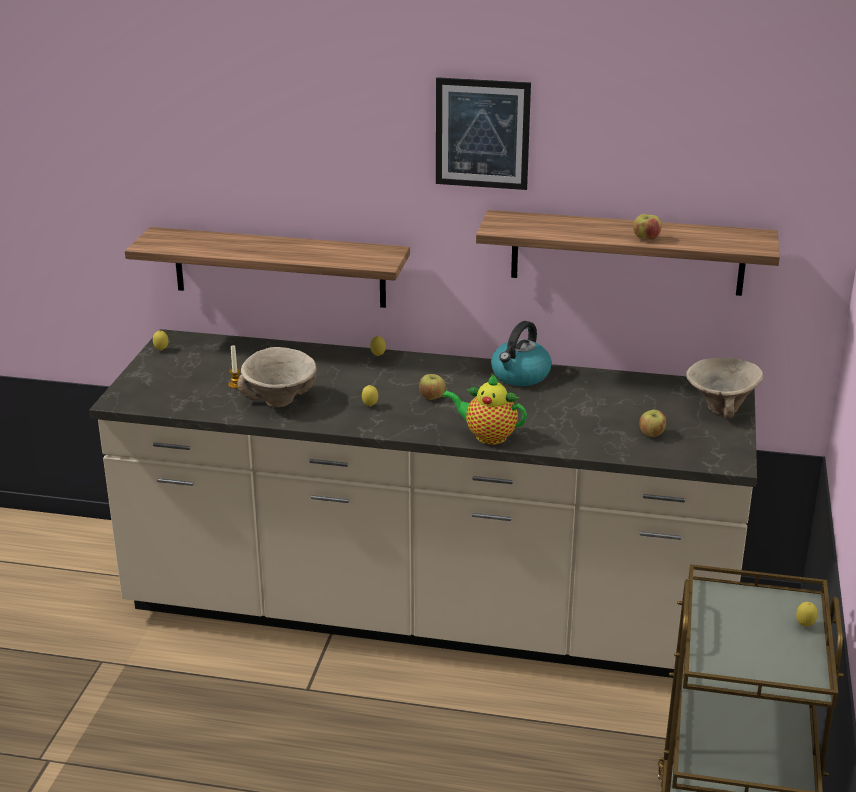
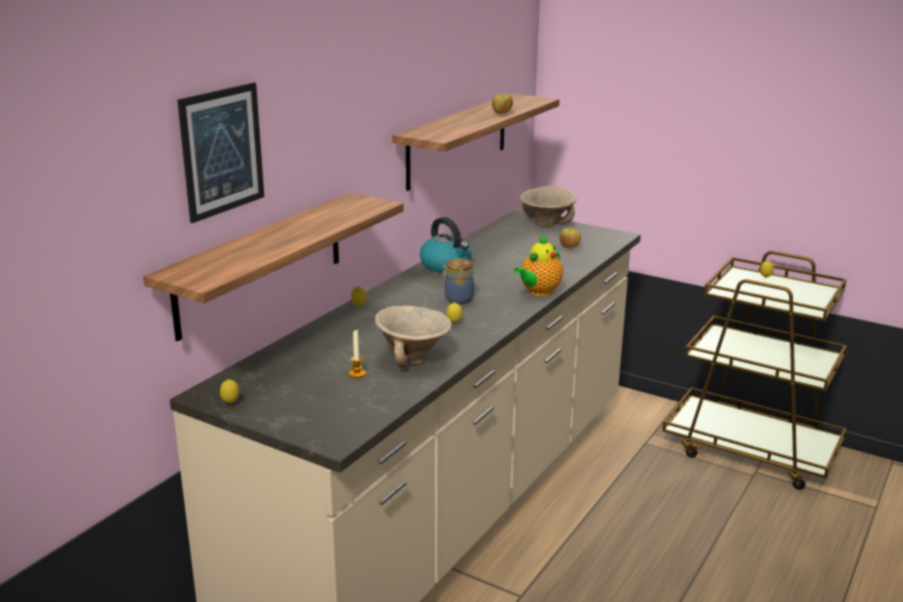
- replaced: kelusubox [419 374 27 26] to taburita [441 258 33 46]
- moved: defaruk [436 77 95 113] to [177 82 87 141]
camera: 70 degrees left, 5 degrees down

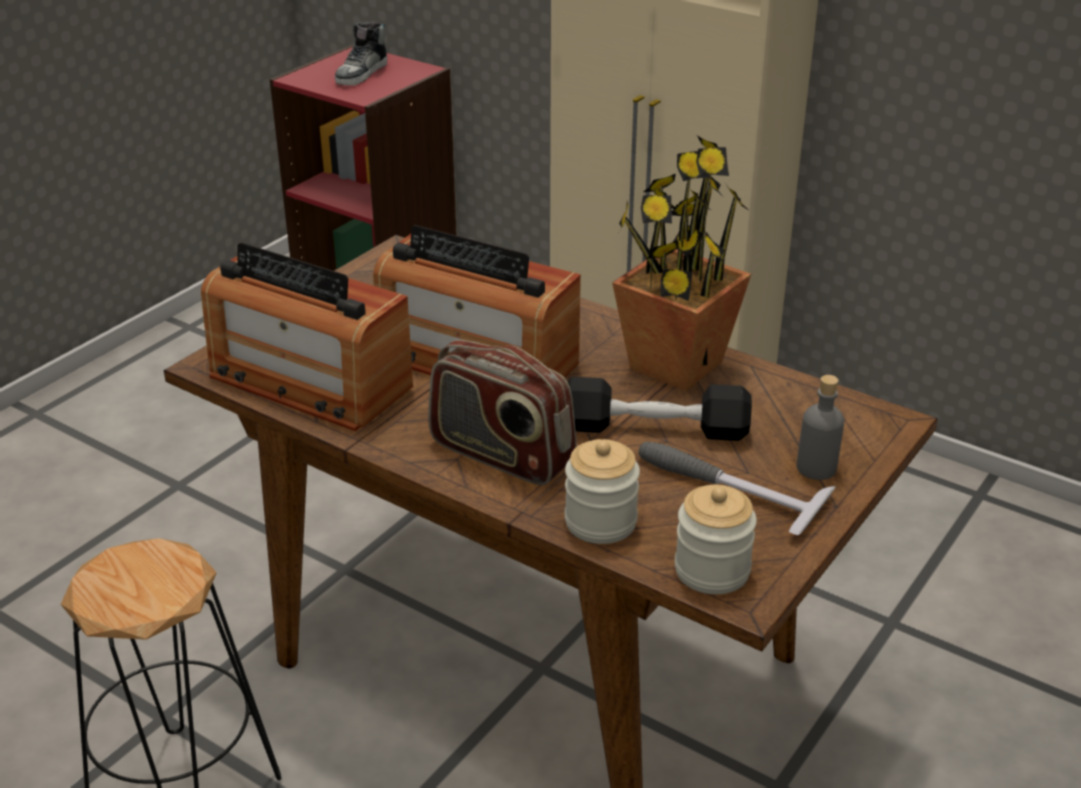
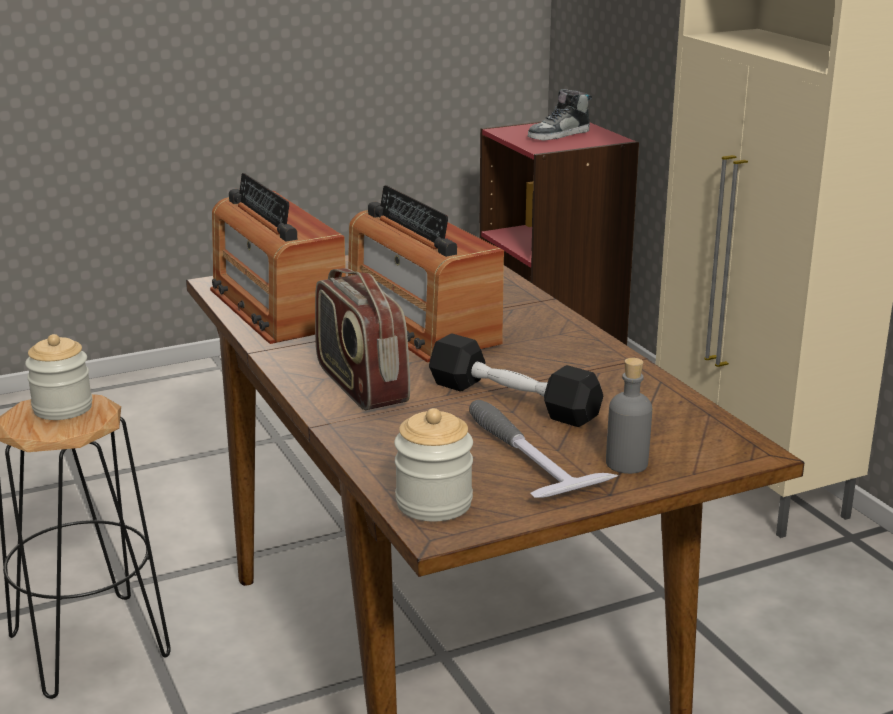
- moved: taburita [565 439 75 105] to [25 334 67 86]
- removed: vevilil [612 136 139 255]
camera: 30 degrees right, 10 degrees down

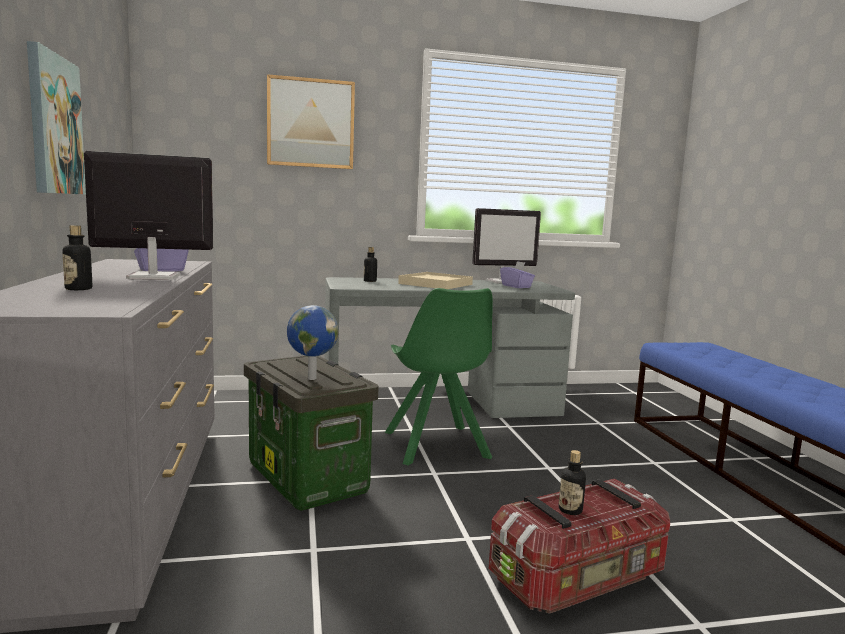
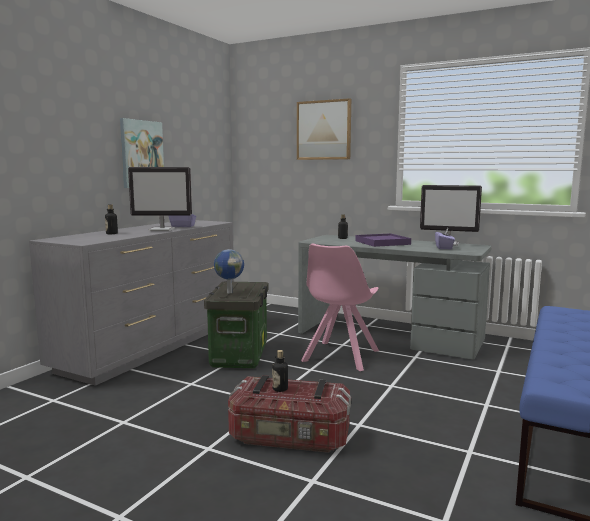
- turned: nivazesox [84 151 129 129] = [128 167 64 64] 150 degrees clockwise
- recoloured: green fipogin [385 288 108 178] to pink fipogin [301 244 78 127]
- recoloured: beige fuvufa [398 272 75 17] to purple fuvufa [355 233 56 14]
camera: 40 degrees right, 0 degrees up

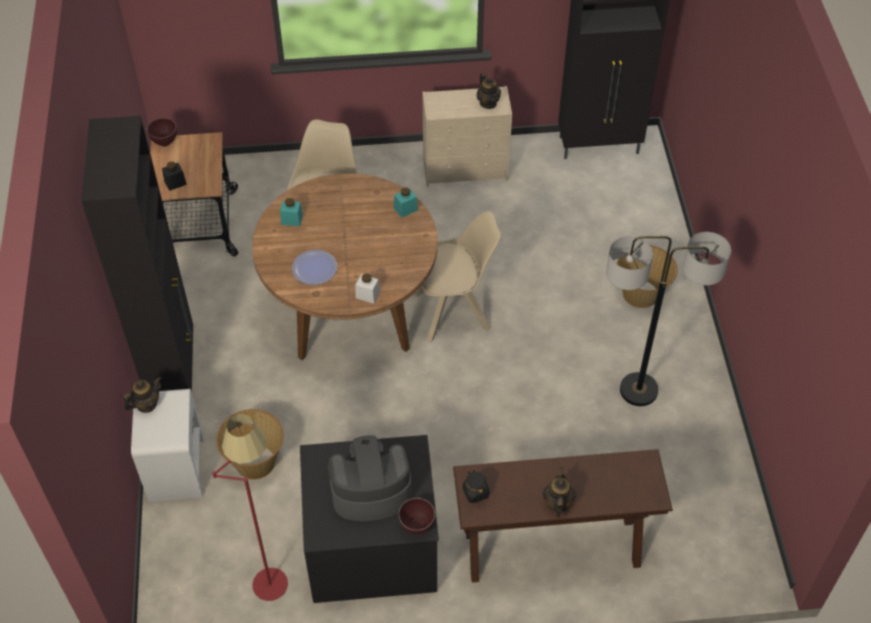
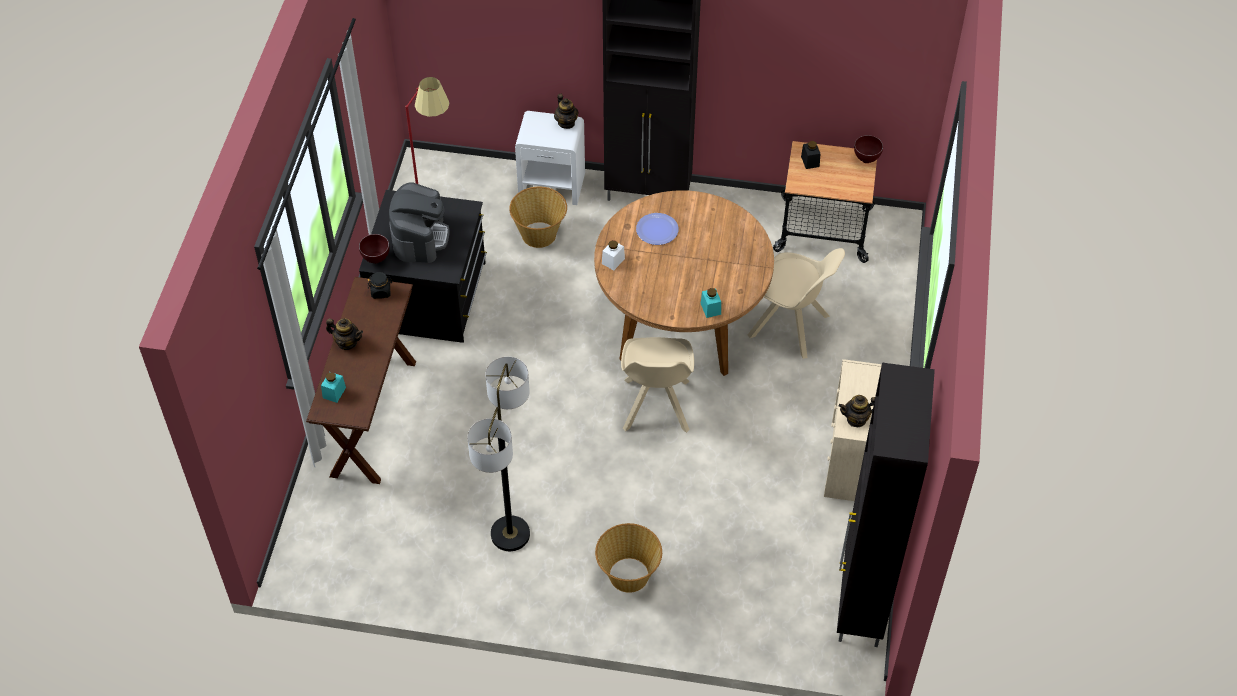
- moved: turquoise taburita [280 198 23 28] to [321 372 25 31]
camera: 105 degrees right, 0 degrees up

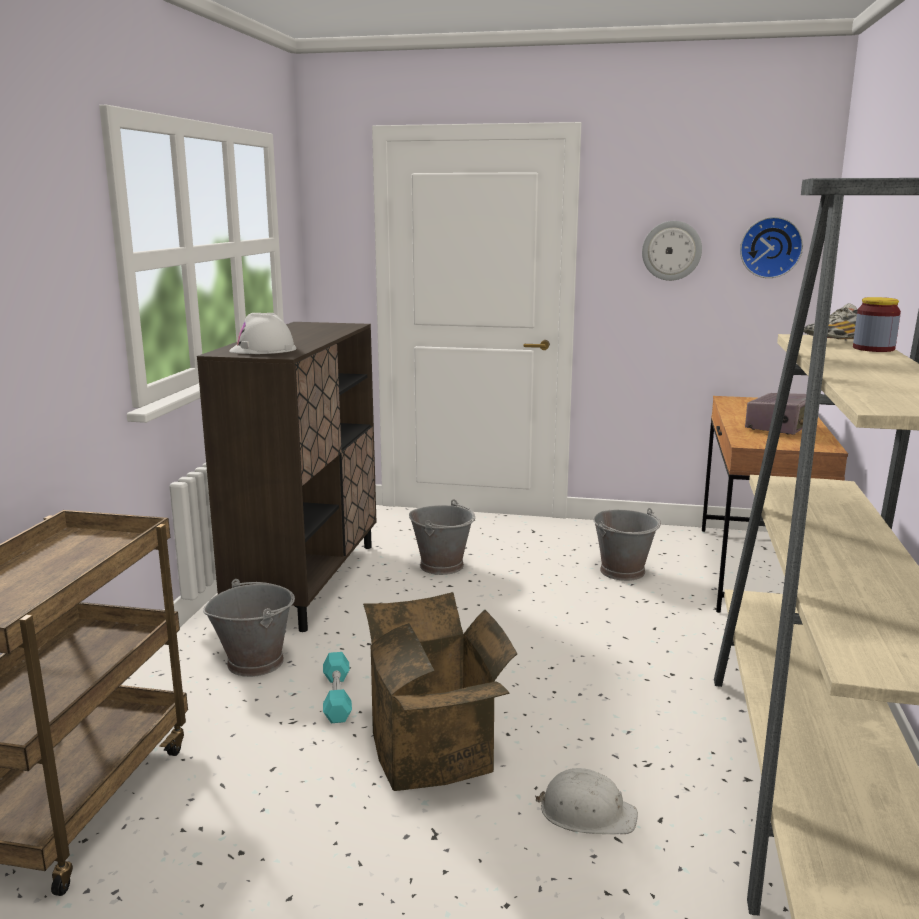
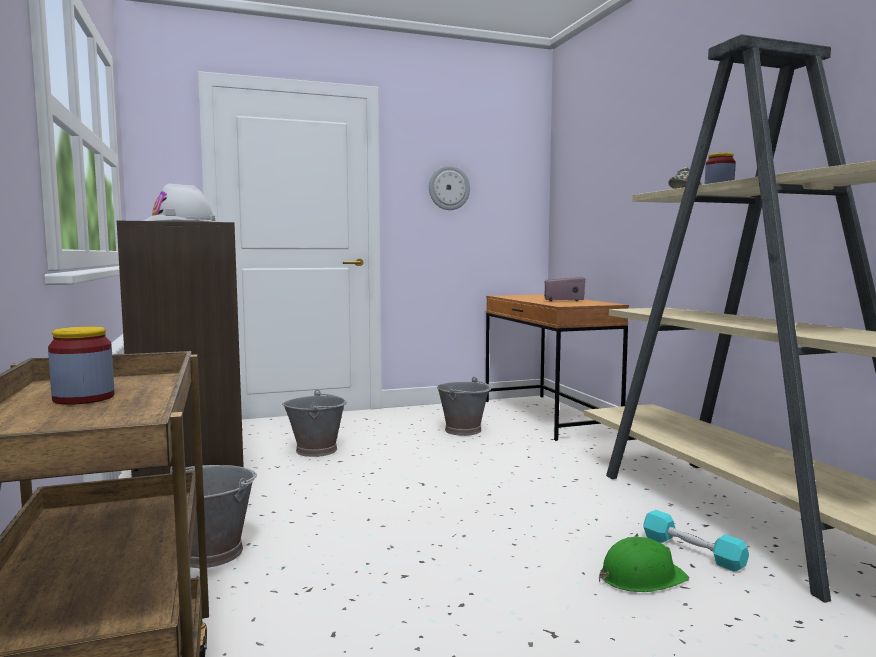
- moved: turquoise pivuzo [323 652 29 71] to [643 510 106 62]
- removed: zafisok [363 592 154 199]
- recoloured: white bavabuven [535 768 103 66] to green bavabuven [599 537 90 55]
- removed: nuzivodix [740 217 63 61]
- added: taburita [48 326 66 79]
camera: 30 degrees left, 10 degrees down

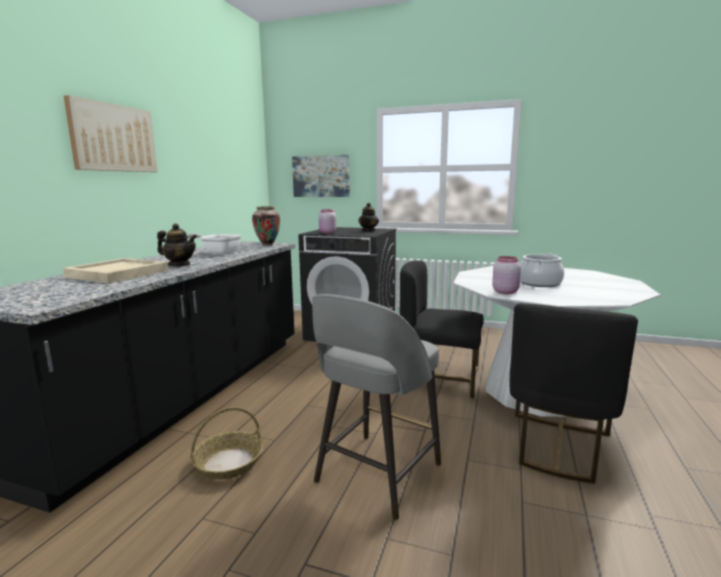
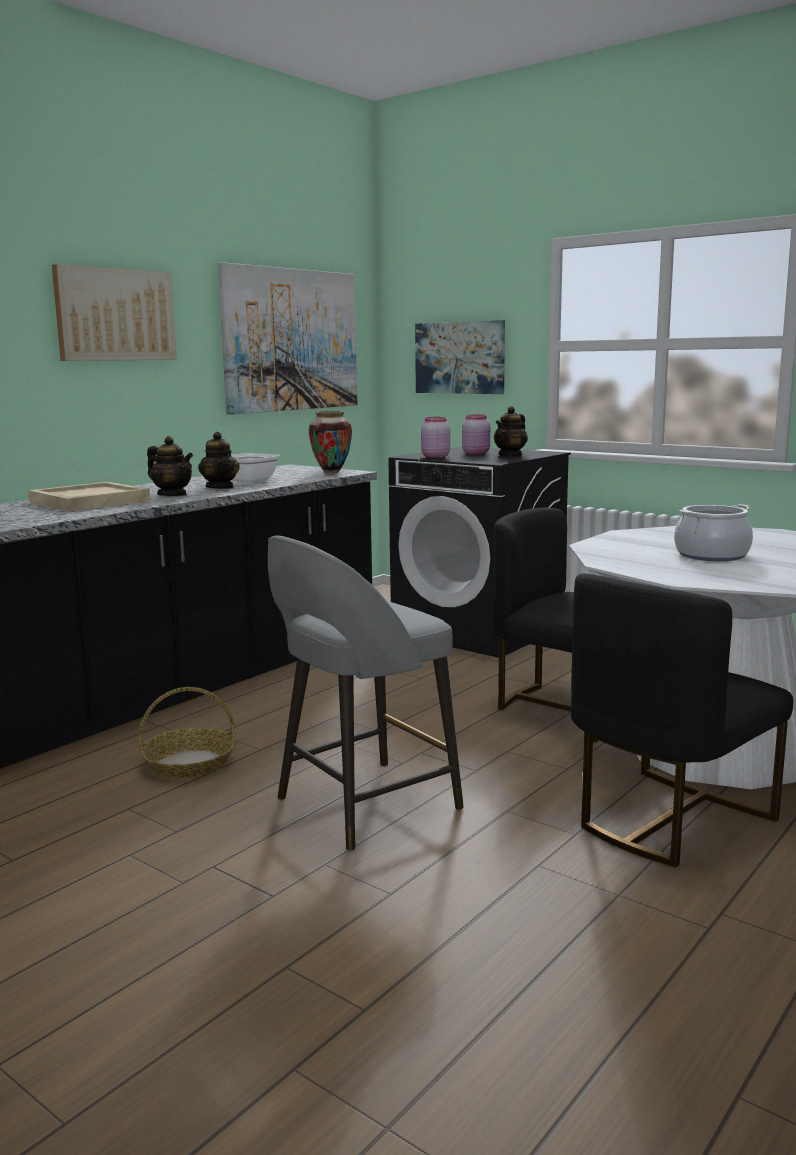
- moved: pink taburita [492 256 29 38] to [462 415 28 40]
- added: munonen [198 432 42 57]
- added: defaruk [218 262 140 153]
camera: 20 degrees right, 0 degrees up

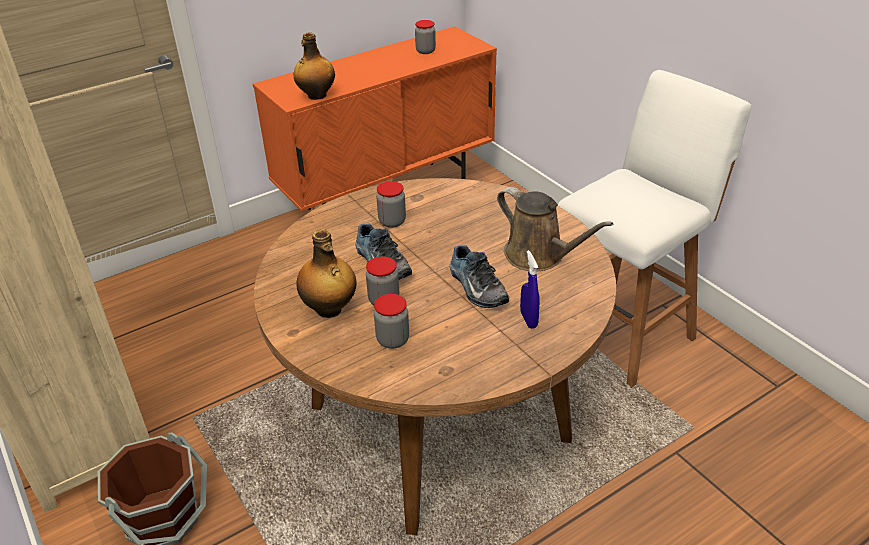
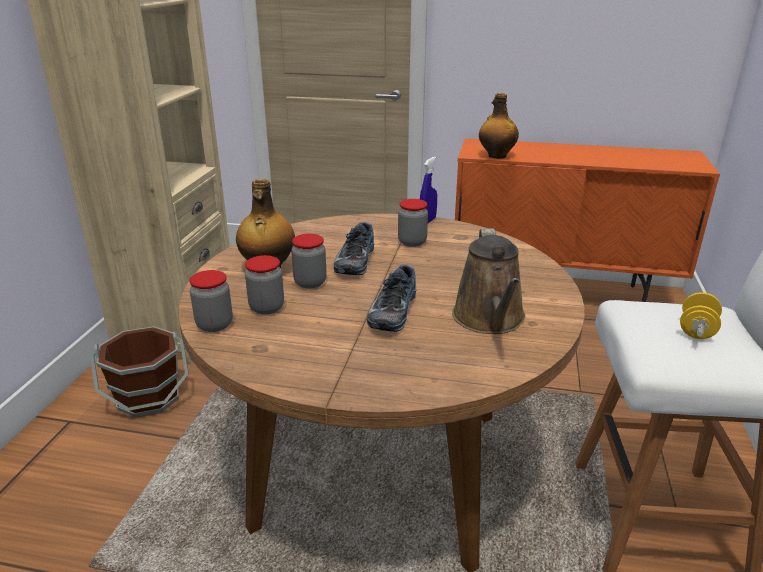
- moved: taburita [415 20 21 34] to [189 270 44 62]
- moved: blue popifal [520 250 20 79] to [420 157 17 66]
- added: yellow pivuzo [680 292 42 47]
camera: 45 degrees right, 10 degrees down

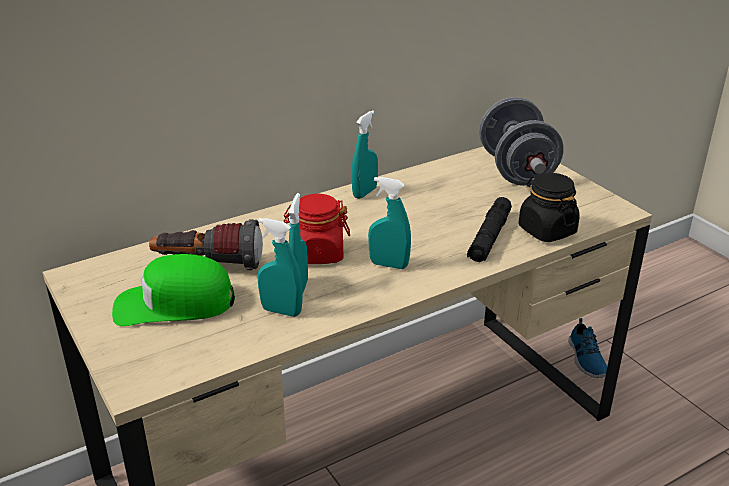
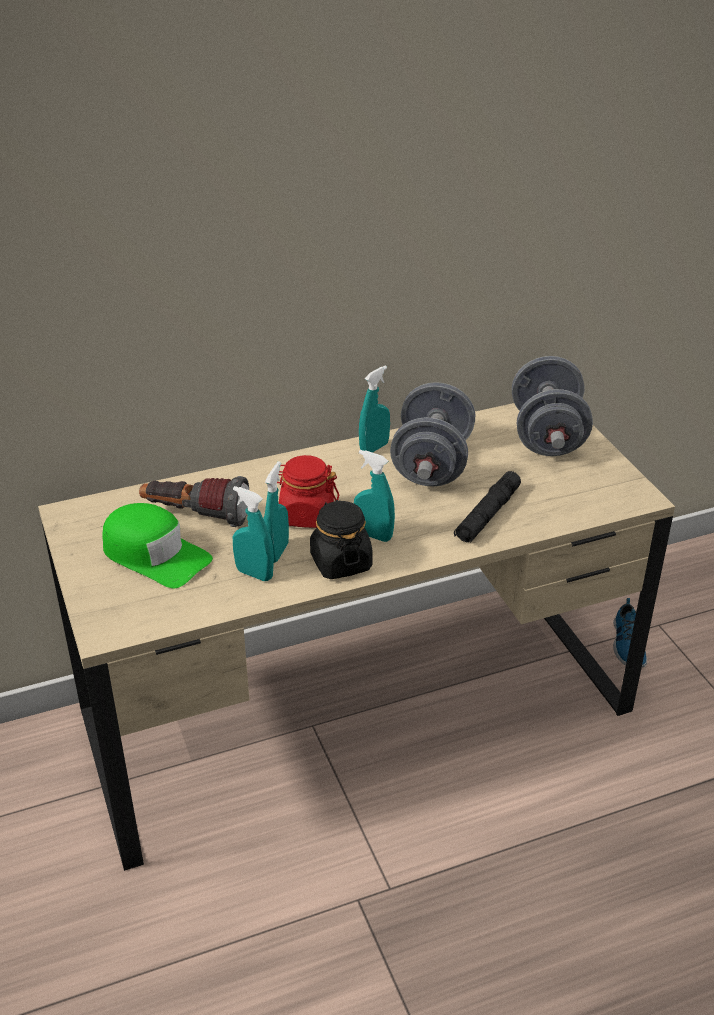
- turned: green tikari [112 254 123 72] = [102 503 111 86] 150 degrees counterclockwise
- moved: black taburita [518 173 62 69] to [310 500 63 79]
- added: grey pivuzo [390 382 85 104]
camera: 10 degrees right, 5 degrees up

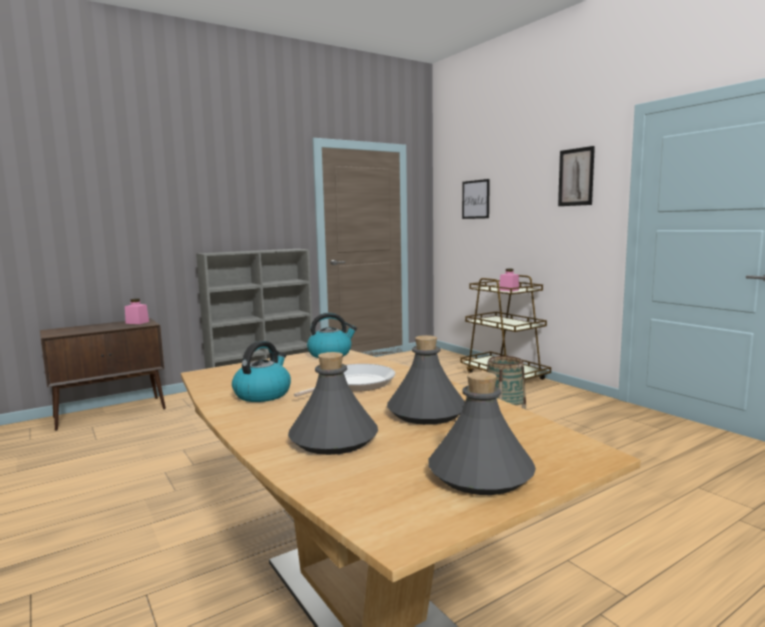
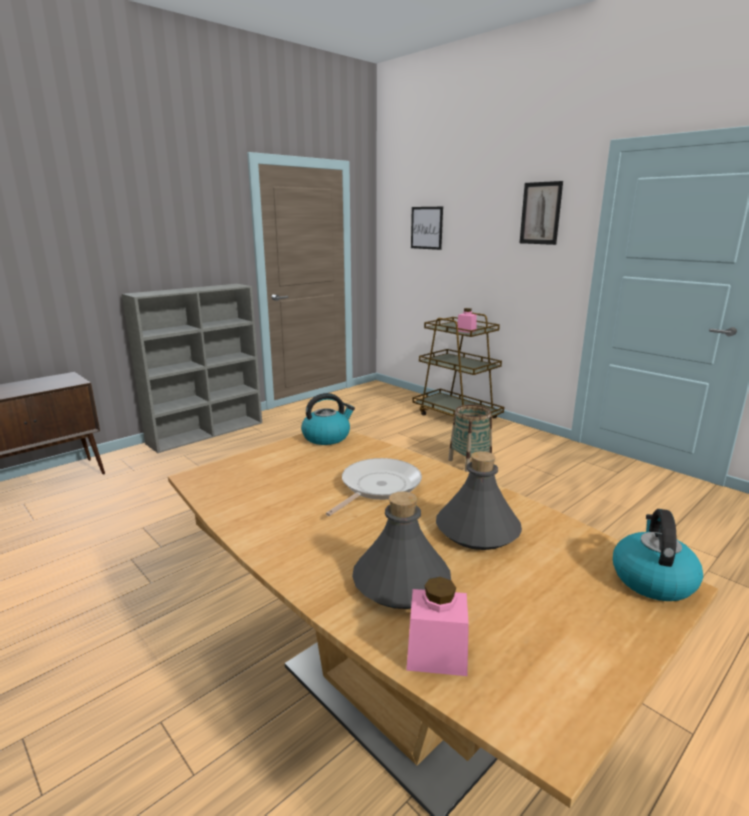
- moved: pink taburita [125 299 24 25] to [406 577 63 99]
- moved: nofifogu [232 341 59 61] to [613 509 90 92]
- removed: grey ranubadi [428 372 108 123]
camera: 10 degrees left, 10 degrees up

